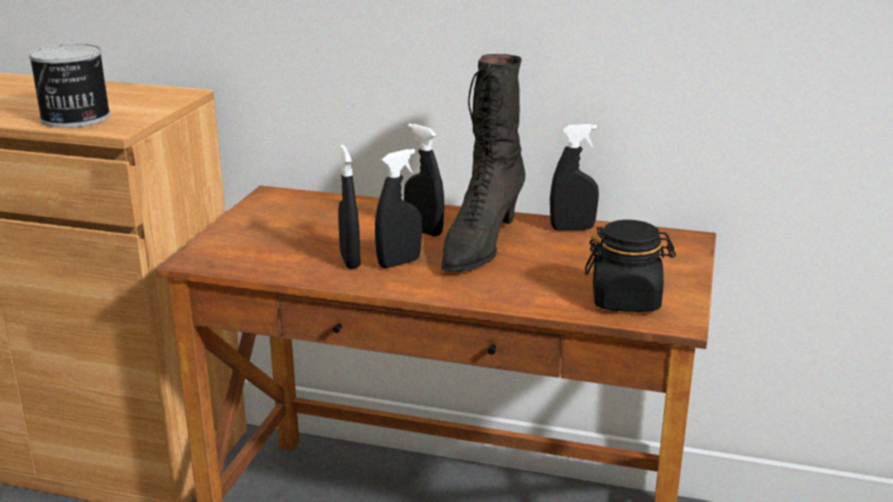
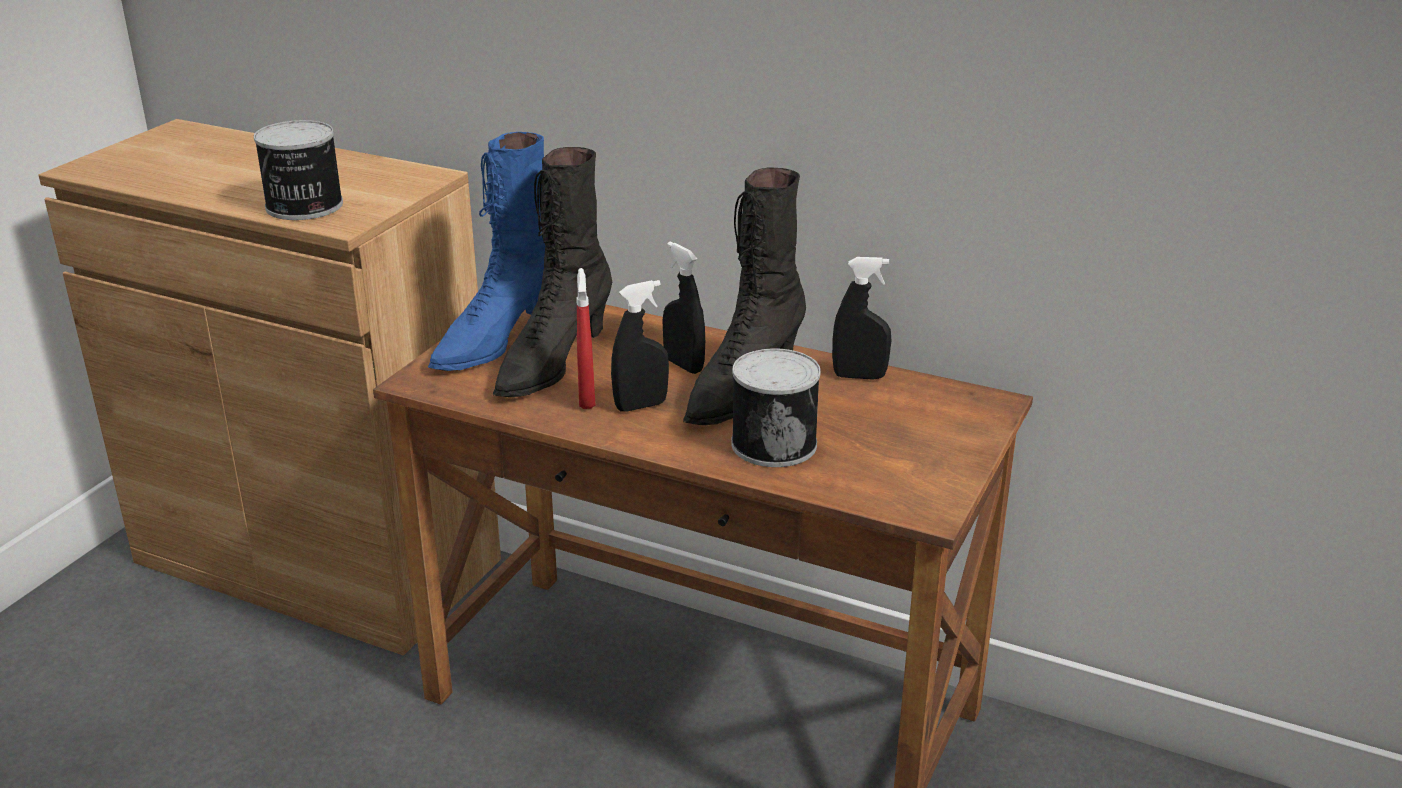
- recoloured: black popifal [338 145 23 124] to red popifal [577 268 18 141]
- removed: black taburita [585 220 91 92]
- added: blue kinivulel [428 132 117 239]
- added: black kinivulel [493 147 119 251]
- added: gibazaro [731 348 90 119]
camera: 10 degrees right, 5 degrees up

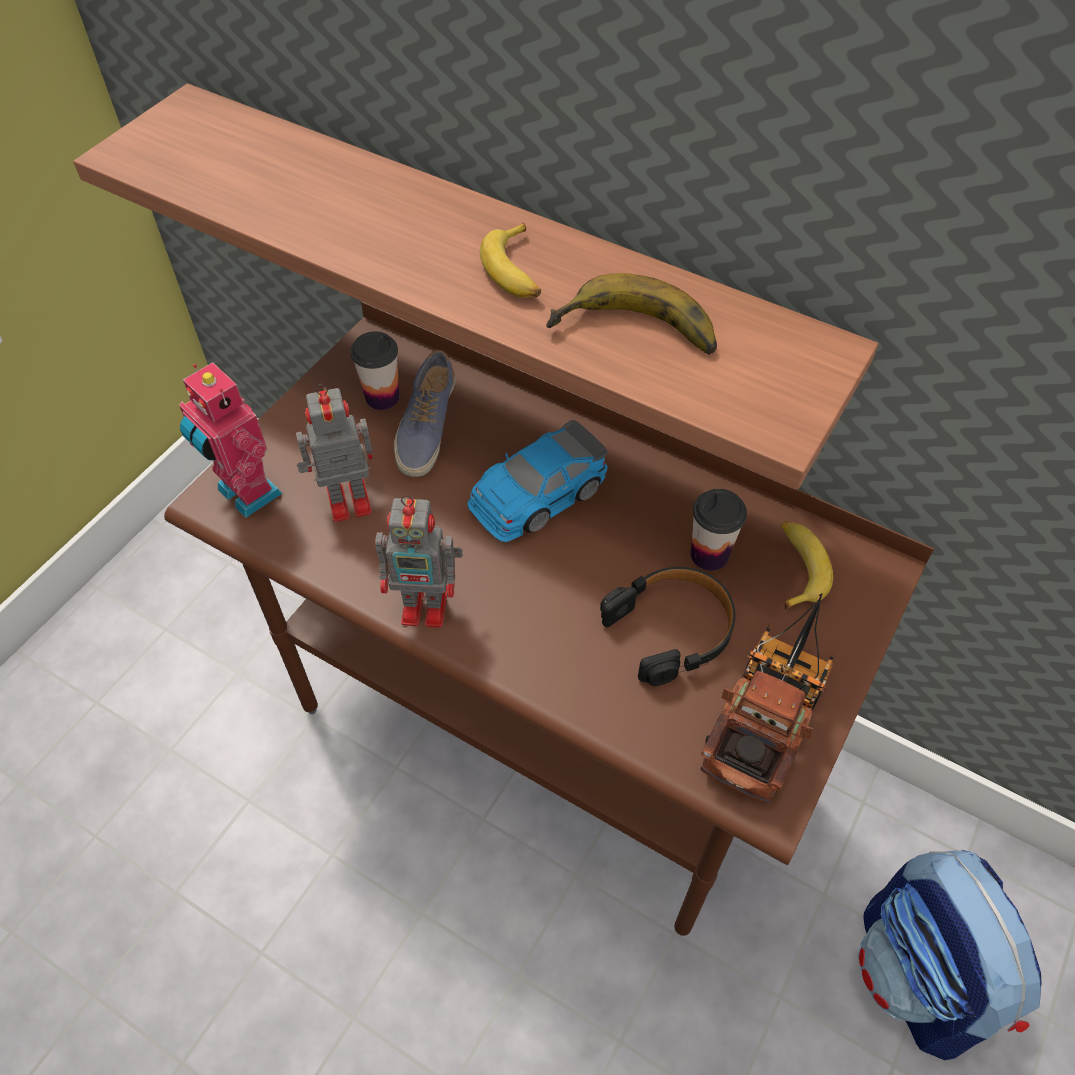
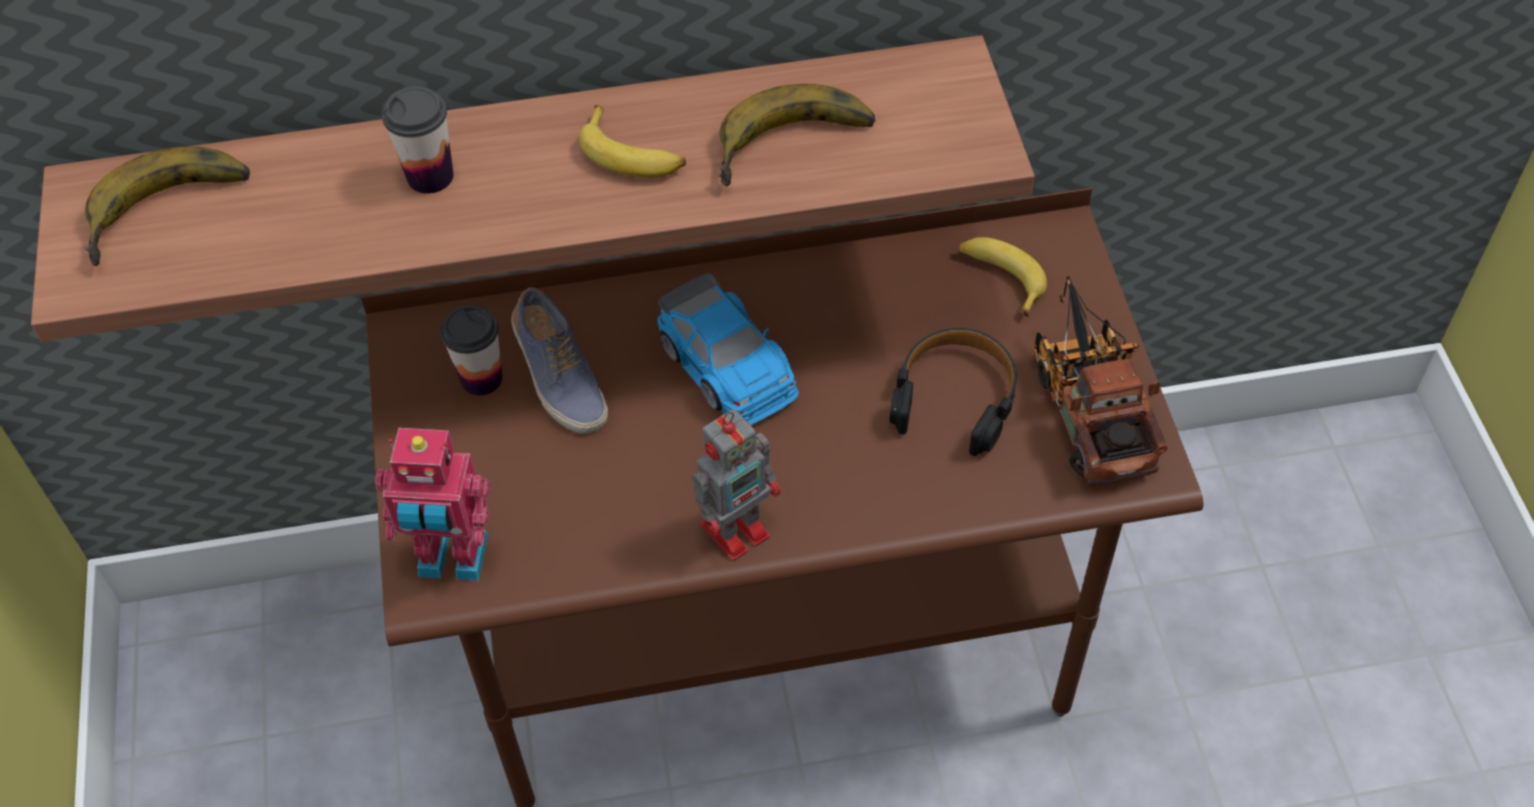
- removed: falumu [296 384 77 138]
- turned: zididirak [467 420 141 122] = [657 273 142 153] 45 degrees counterclockwise
- moved: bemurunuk [691 489 56 82] to [382 86 72 108]
- removed: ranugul [858 850 183 210]
- added: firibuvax [85 146 165 120]
camera: 40 degrees left, 0 degrees up

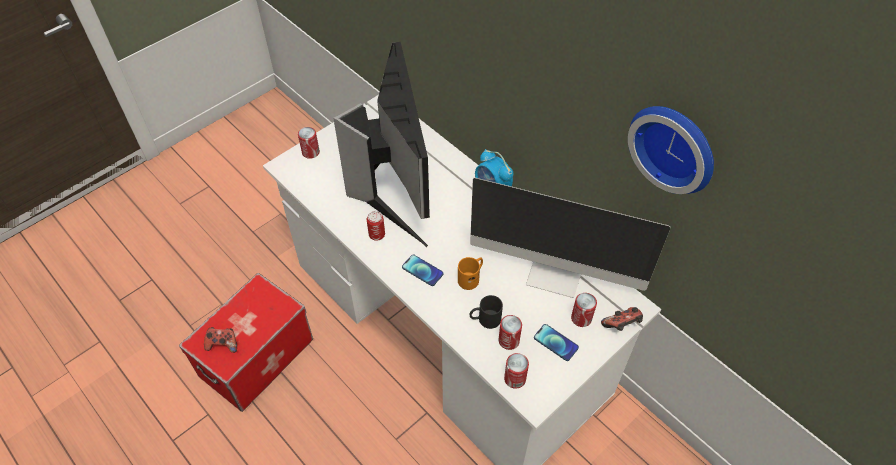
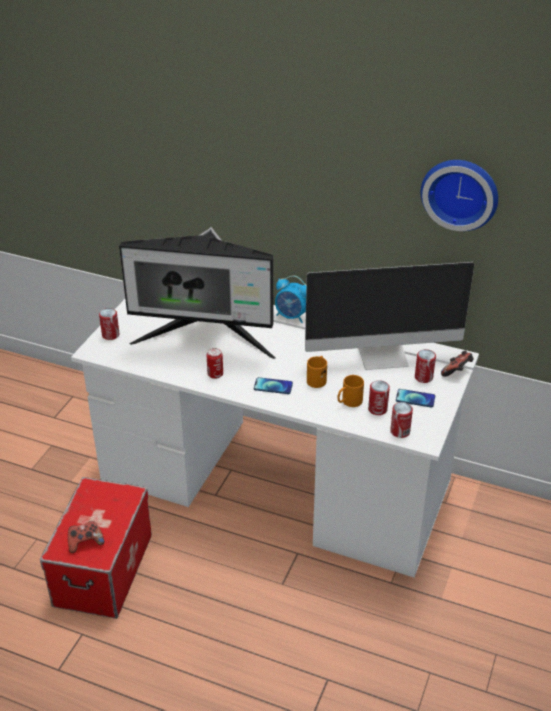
- turned: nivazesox [334 42 96 205] = [119 227 157 132] 135 degrees clockwise
- recoloured: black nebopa [470 295 33 34] to orange nebopa [337 375 27 32]
camera: 25 degrees left, 15 degrees down

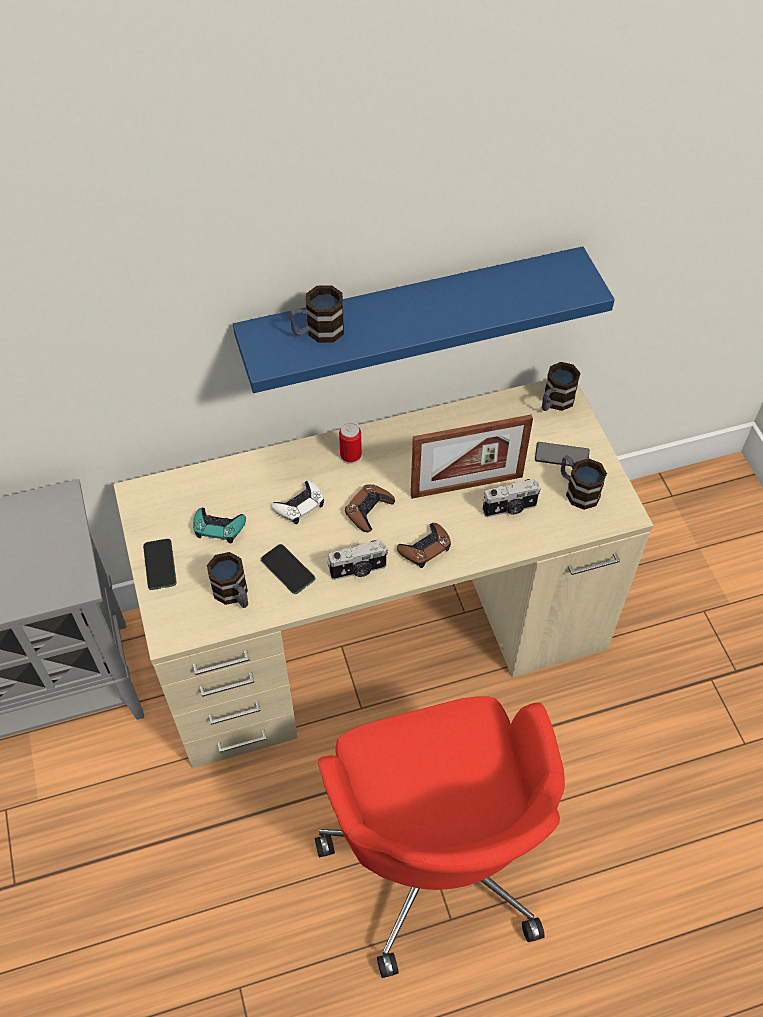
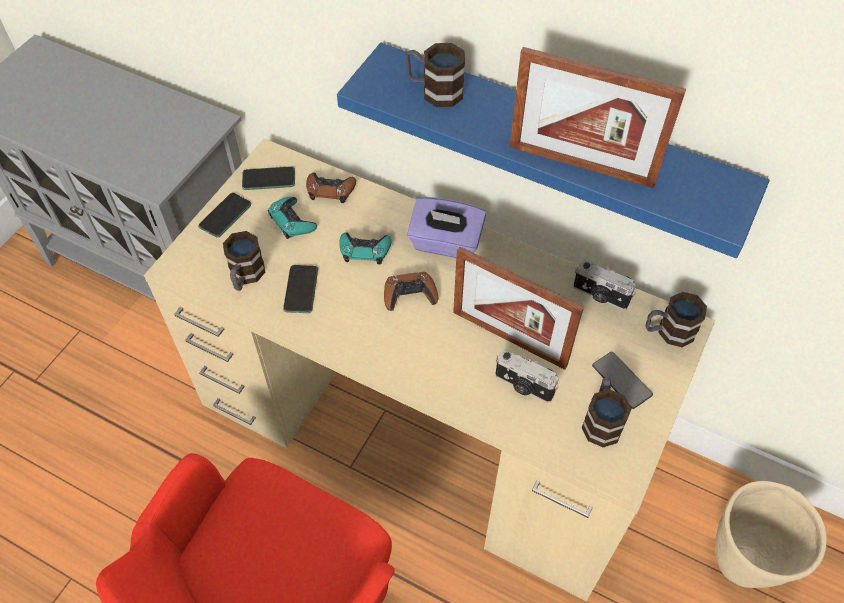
- recoloured: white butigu [272 481 52 43] to turquoise butigu [339 232 53 32]
- moved: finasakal [327 540 61 40] to [573 260 63 50]
- replaced: gibazaro [339 423 23 41] to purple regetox [407 197 79 61]
- moved: brown butigu [397 523 54 45] to [306 173 50 30]
- added: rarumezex [242 166 53 24]
- added: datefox [510 47 176 141]
- added: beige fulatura [715 481 112 107]
camera: 45 degrees right, 0 degrees up

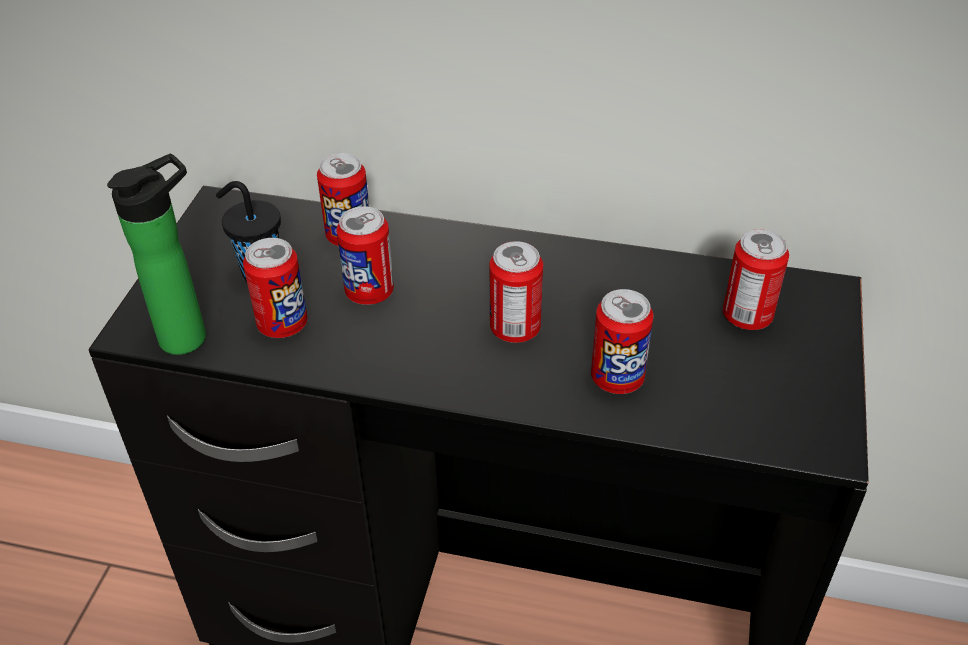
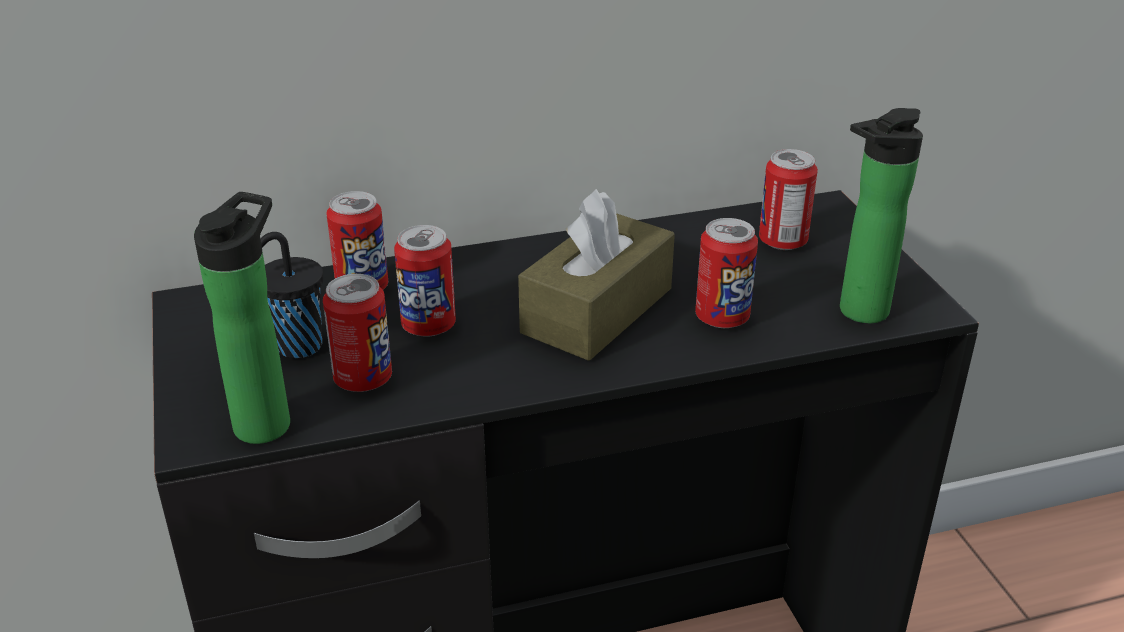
- replaced: gibazaro [490 241 53 102] to brown regetox [518 189 157 172]
- added: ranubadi [840 108 83 215]
camera: 30 degrees left, 10 degrees down

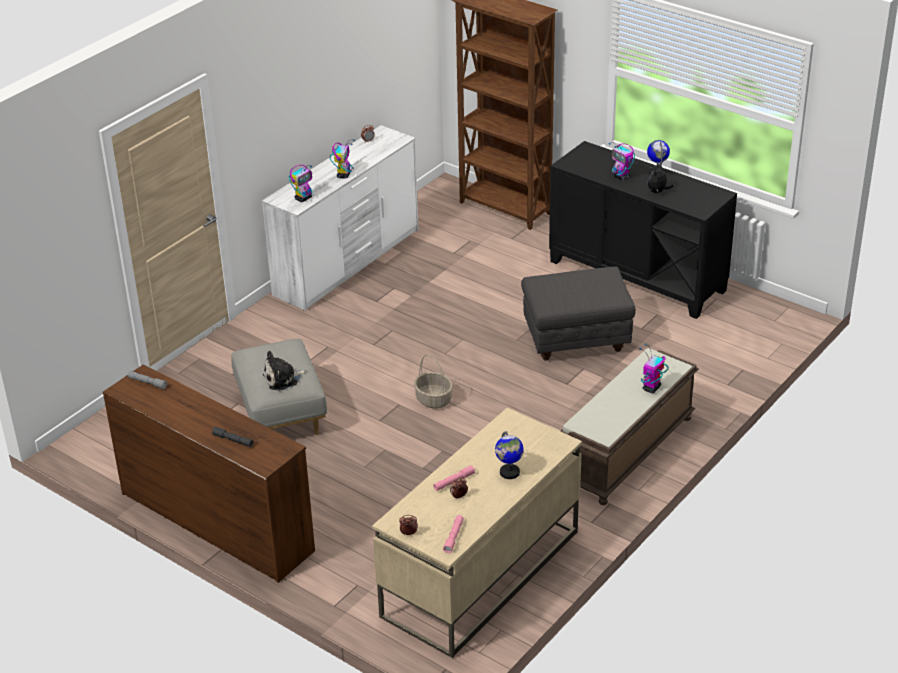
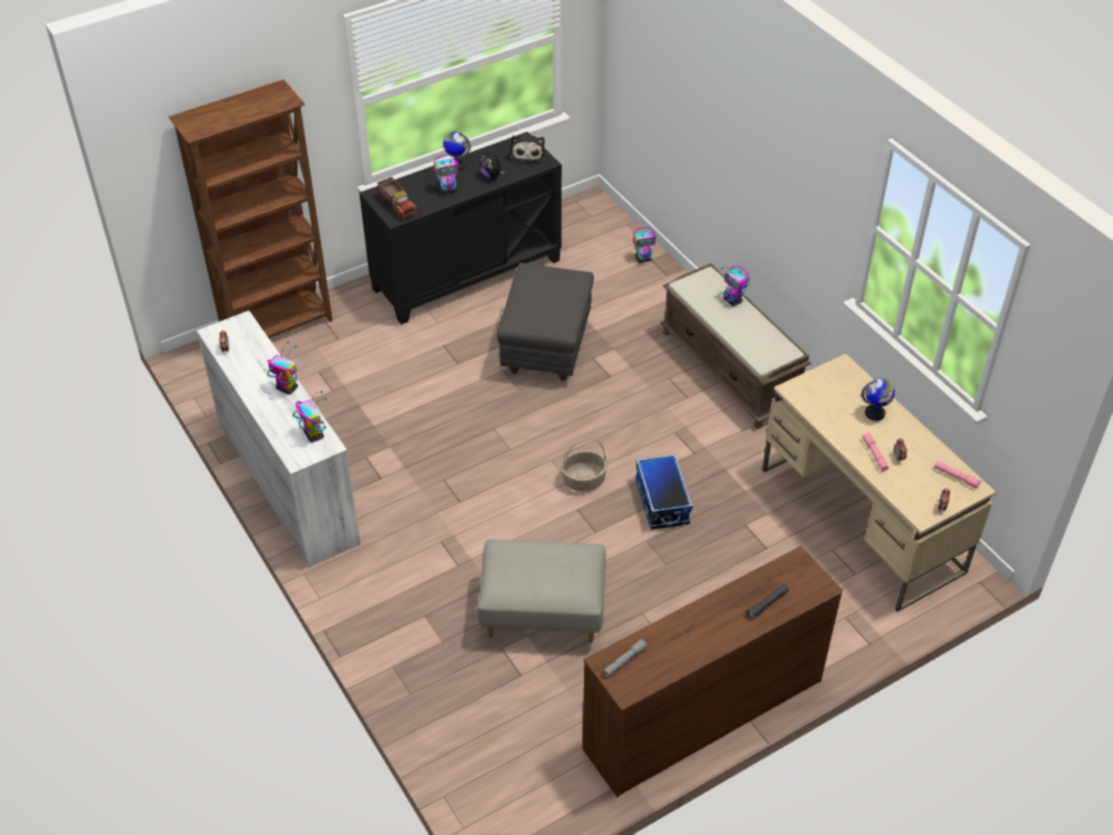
- moved: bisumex [263 351 43 40] to [510 135 35 28]
- added: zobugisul [377 177 40 42]
- added: falumu [633 227 23 36]
- added: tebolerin [635 454 58 76]
camera: 70 degrees left, 10 degrees up

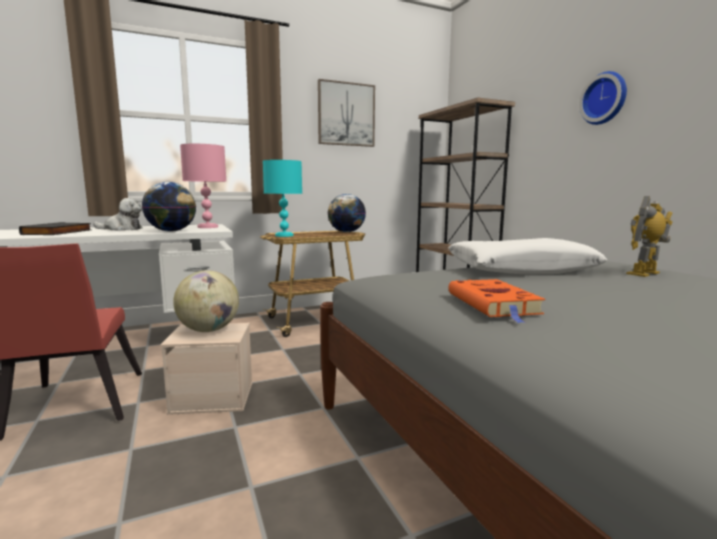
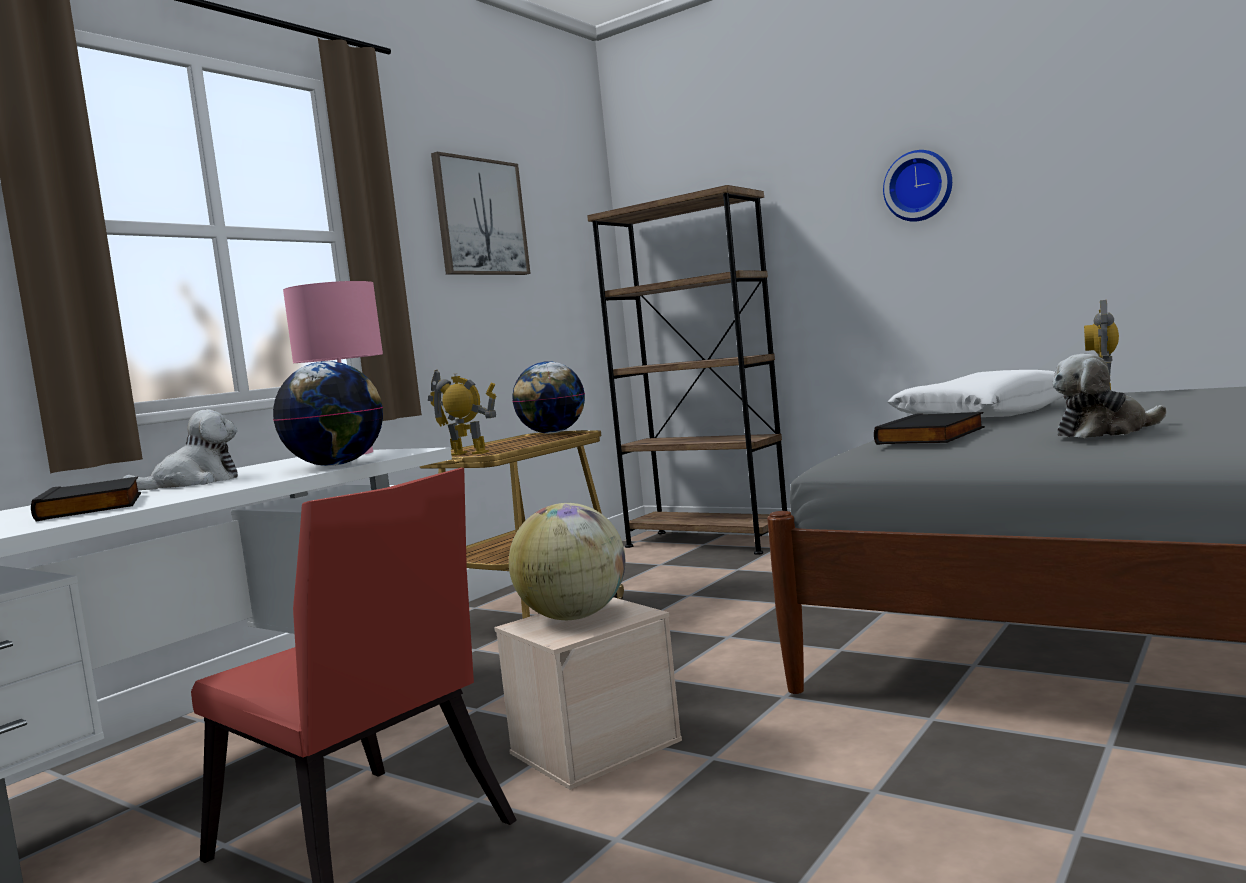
- replaced: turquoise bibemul [263 160 39 77] to falumu [428 370 68 86]
- replaced: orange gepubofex [448 279 97 44] to bisumex [1053 354 114 85]
- added: black gepubofex [874 412 111 33]
camera: 30 degrees left, 5 degrees down

